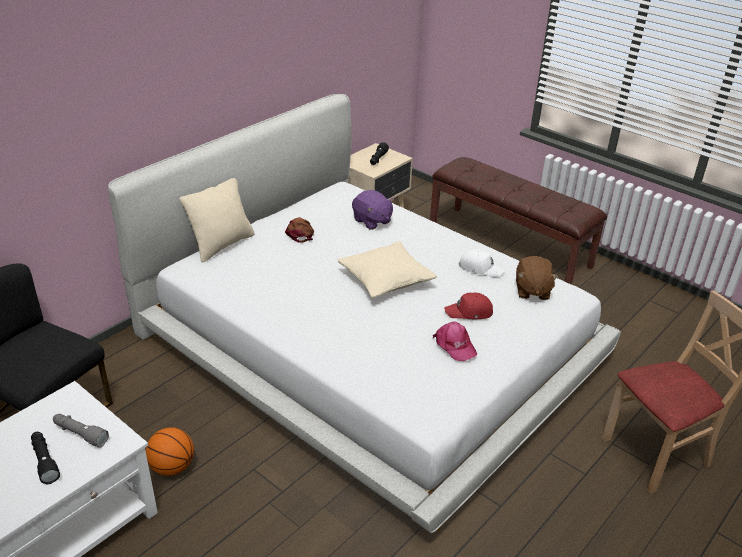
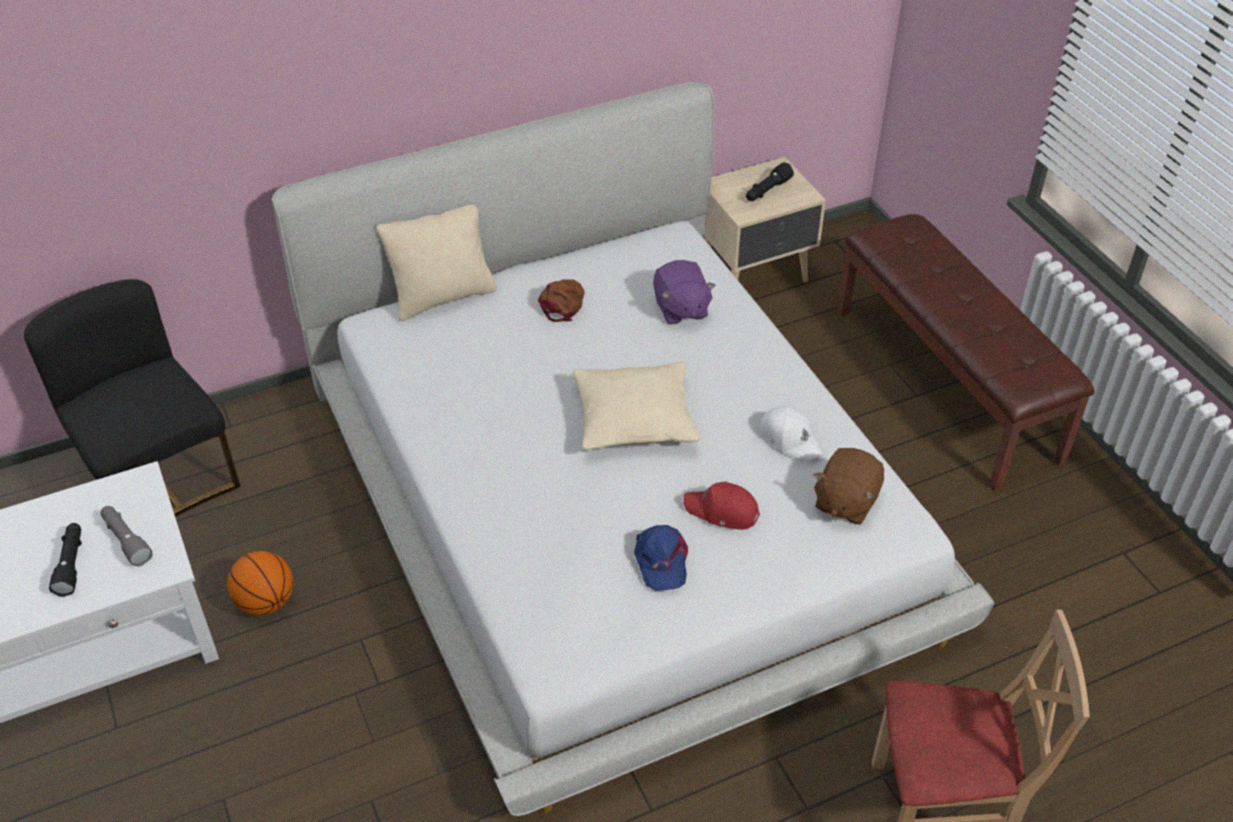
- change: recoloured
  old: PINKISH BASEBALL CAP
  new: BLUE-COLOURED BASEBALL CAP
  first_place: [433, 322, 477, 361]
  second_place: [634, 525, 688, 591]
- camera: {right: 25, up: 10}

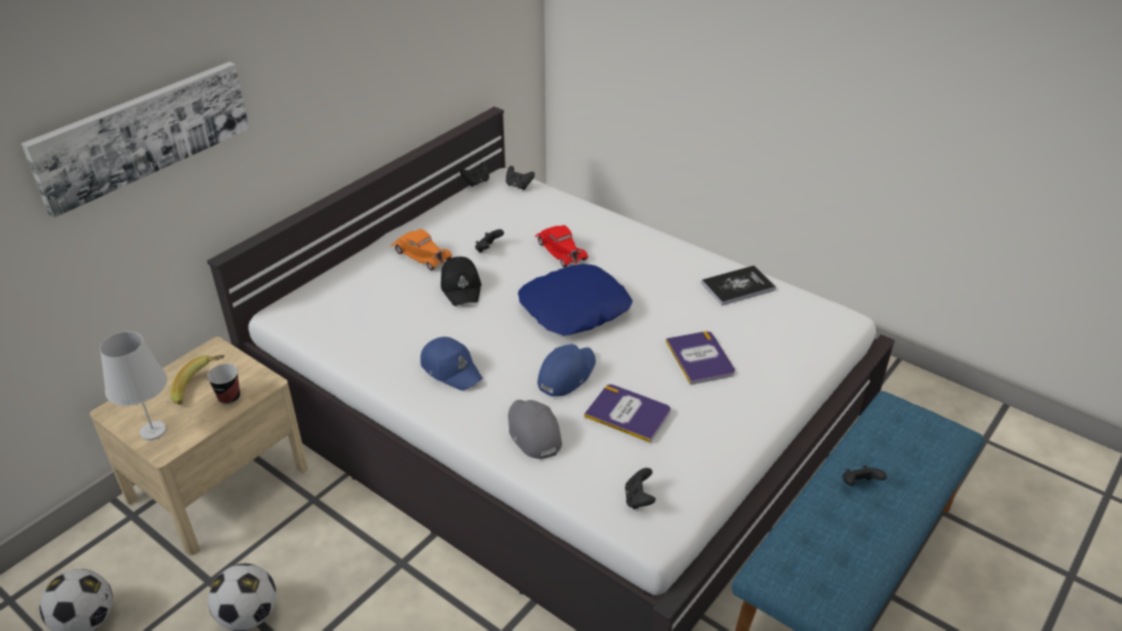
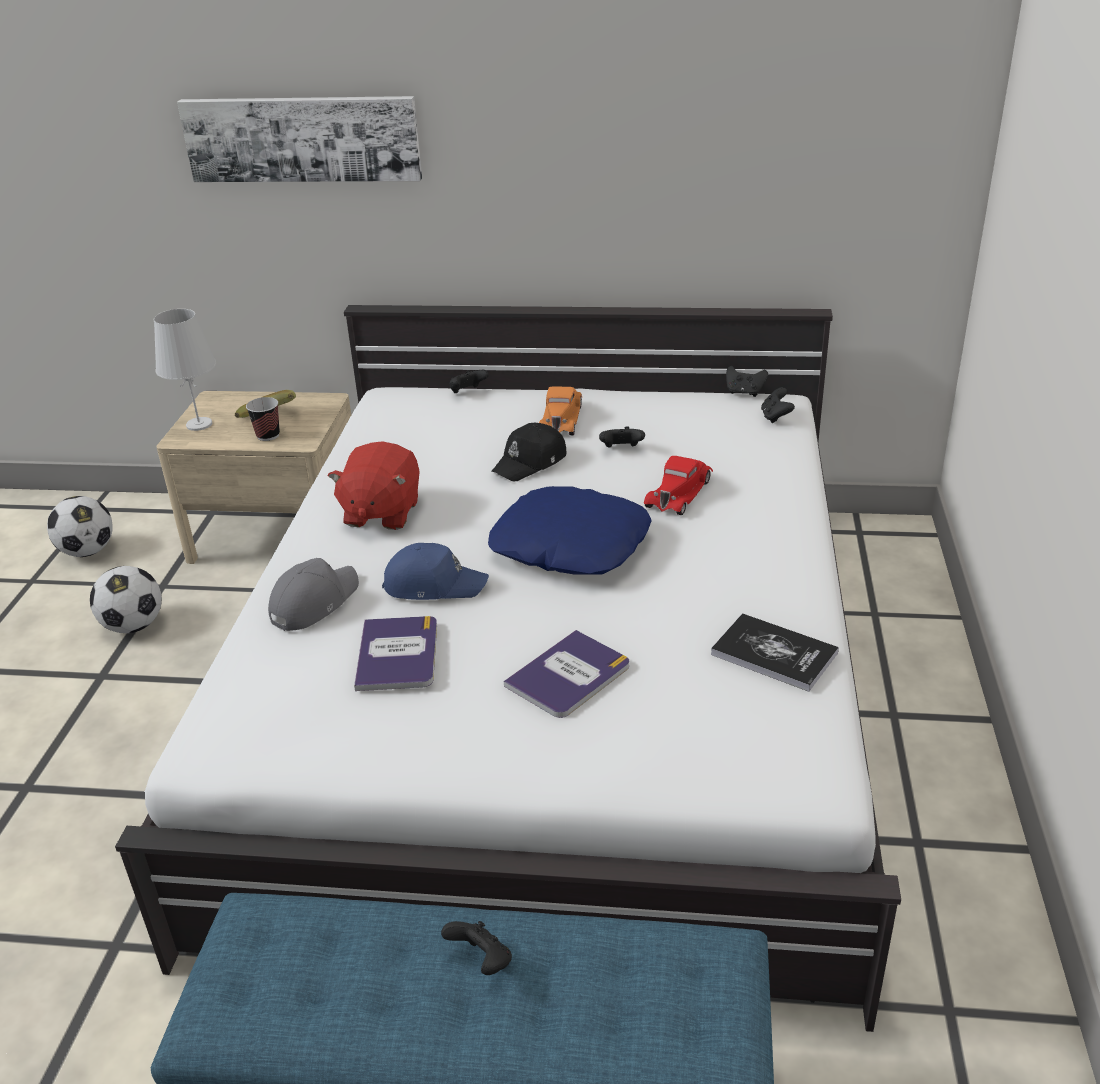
- change: moved
  old: BLACK GAMEPAD
  first_place: [625, 468, 656, 509]
  second_place: [449, 370, 489, 393]
- change: replaced
  old: BLUE-COLOURED BASEBALL CAP
  new: RED CUDDLY TOY
  first_place: [420, 337, 483, 391]
  second_place: [328, 441, 420, 530]
- camera: {right: 60, up: -5}

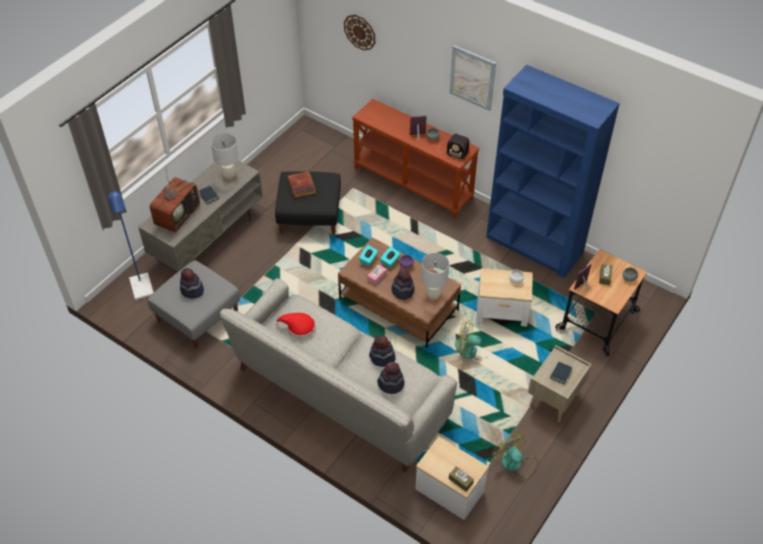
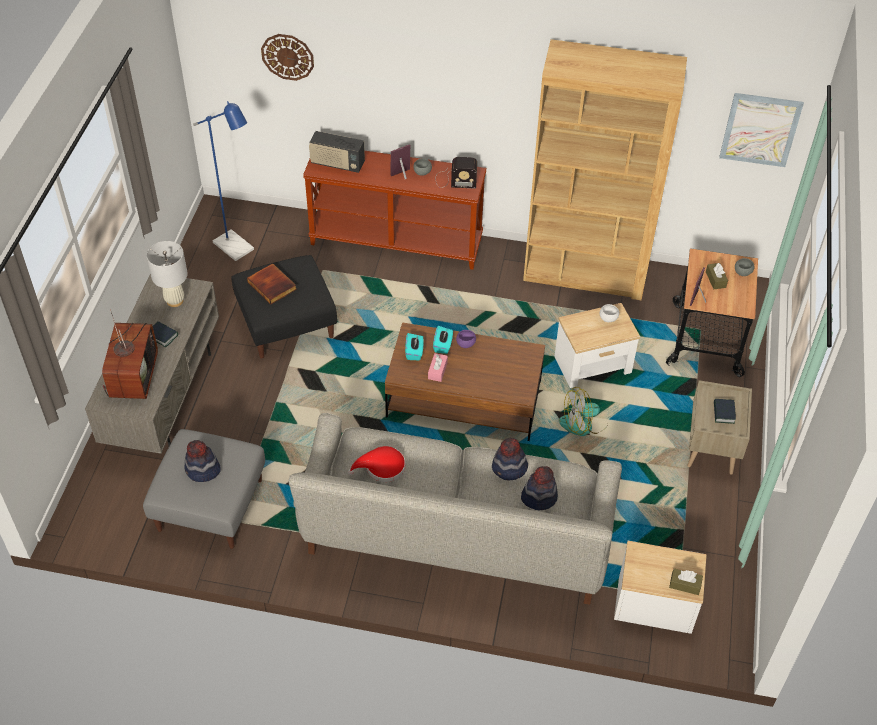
- change: removed
  old: CLOTHING HAT
  first_place: [391, 269, 415, 300]
- change: removed
  old: WHITE LAMP FOR A TABLE
  first_place: [421, 253, 449, 301]
- change: removed
  old: FAN
  first_place: [492, 433, 538, 482]
- change: added
  new: RADIO RECEIVER
  second_place: [309, 131, 365, 173]
- change: moved
  old: BLUE-COLOURED STANDING LAMP
  first_place: [108, 189, 154, 300]
  second_place: [193, 101, 254, 261]
- change: moved
  old: WALL PICTURE
  first_place: [449, 45, 496, 111]
  second_place: [719, 93, 804, 167]
- change: recoloured
  old: BLUE-COLOURED SHELVING UNIT
  new: BROWN SHELVING UNIT
  first_place: [486, 65, 620, 278]
  second_place: [523, 39, 687, 300]
- camera: {right: -25, up: 0}

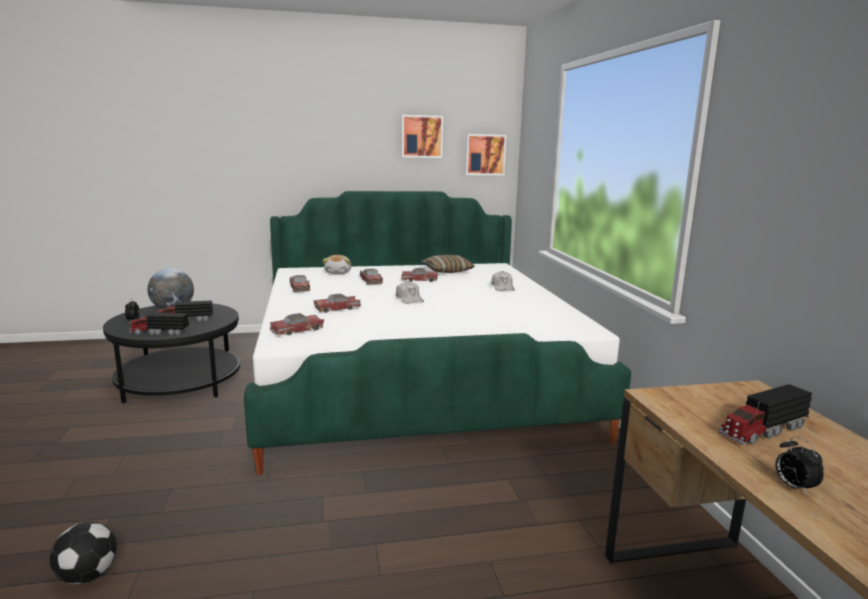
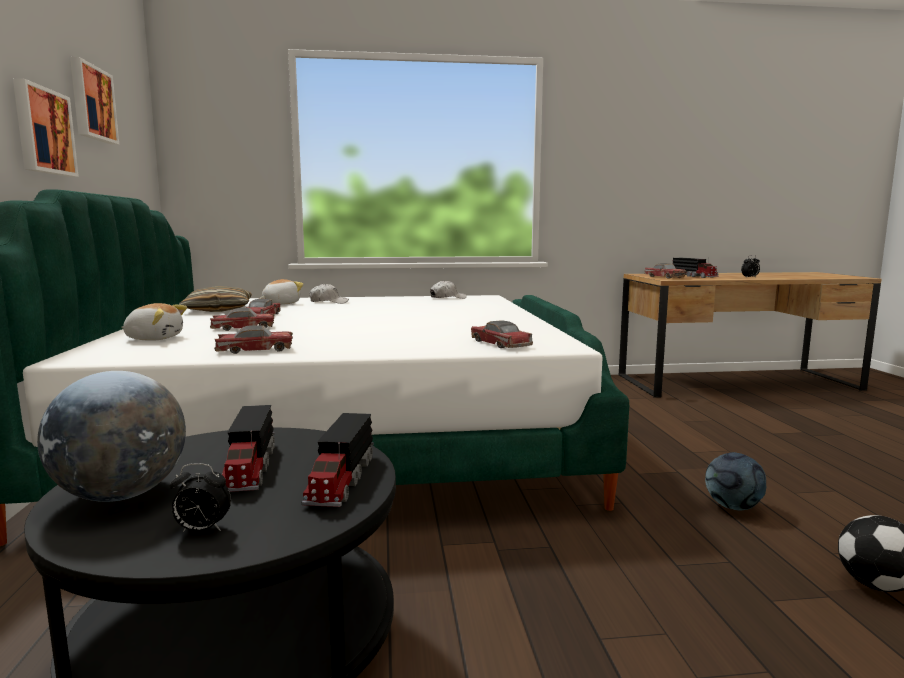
- change: added
  new: CUDDLY TOY
  second_place: [260, 279, 304, 305]
- change: added
  new: BALL FOR FOOTBALL
  second_place: [705, 452, 766, 510]
- change: moved
  old: TOY CAR
  first_place: [313, 294, 361, 313]
  second_place: [644, 263, 686, 279]
- change: moved
  old: WHITE BASEBALL CAP
  first_place: [396, 281, 424, 304]
  second_place: [430, 280, 467, 299]
- change: moved
  old: WALL PICTURE
  first_place: [465, 134, 507, 175]
  second_place: [13, 78, 79, 177]
- camera: {right: -85, up: -5}

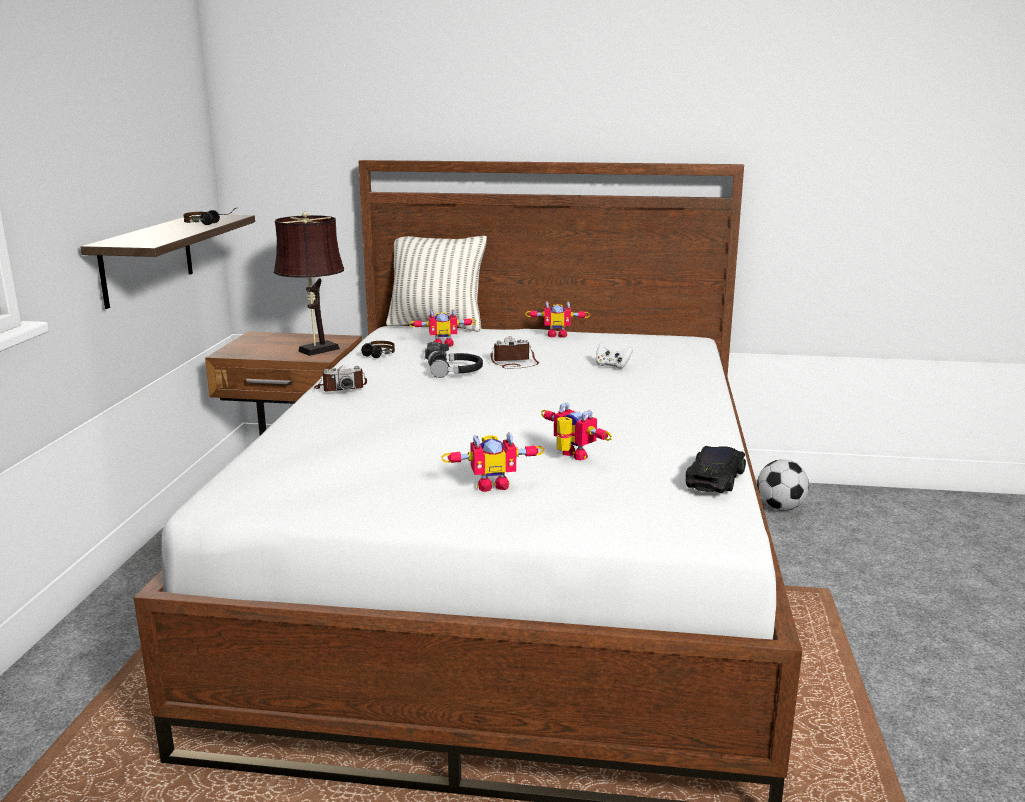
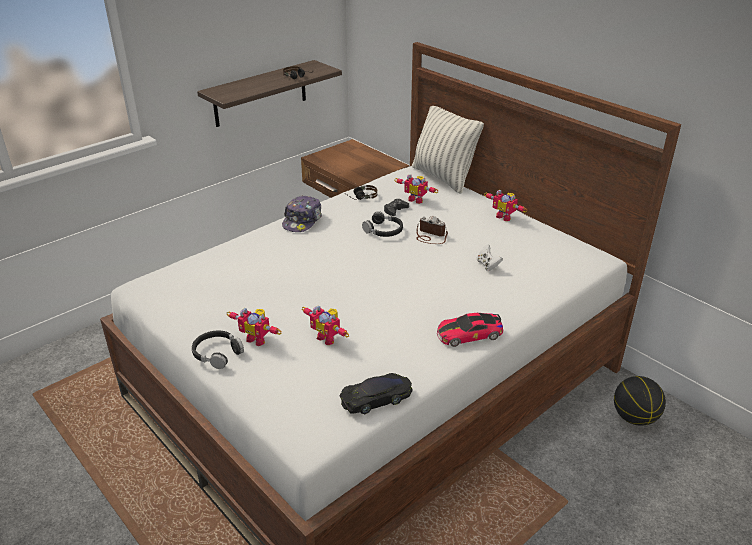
- change: removed
  old: BROWN LAMP FOR A TABLE
  first_place: [274, 212, 344, 356]
- change: added
  new: BLACK PAIR OF HEADPHONES
  second_place: [192, 331, 244, 369]
- change: added
  new: TOY CAR
  second_place: [437, 313, 503, 347]
- change: replaced
  old: PHOTO CAMERA
  new: BASEBALL CAP
  first_place: [314, 365, 367, 392]
  second_place: [282, 195, 322, 232]
- change: replaced
  old: BALL FOR FOOTBALL
  new: BASKETBALL BALL
  first_place: [757, 459, 809, 511]
  second_place: [614, 376, 666, 426]
- change: turned
  old: MODEL ROBOT
  first_place: [541, 402, 612, 460]
  second_place: [302, 305, 349, 345]
  degrees: 135
- camera: {right: 40, up: 15}

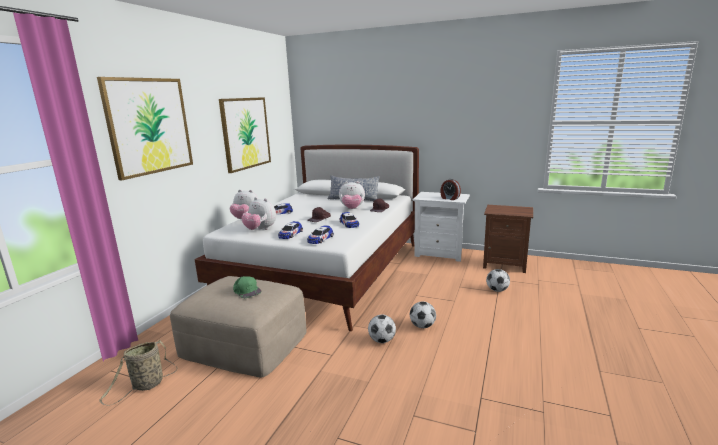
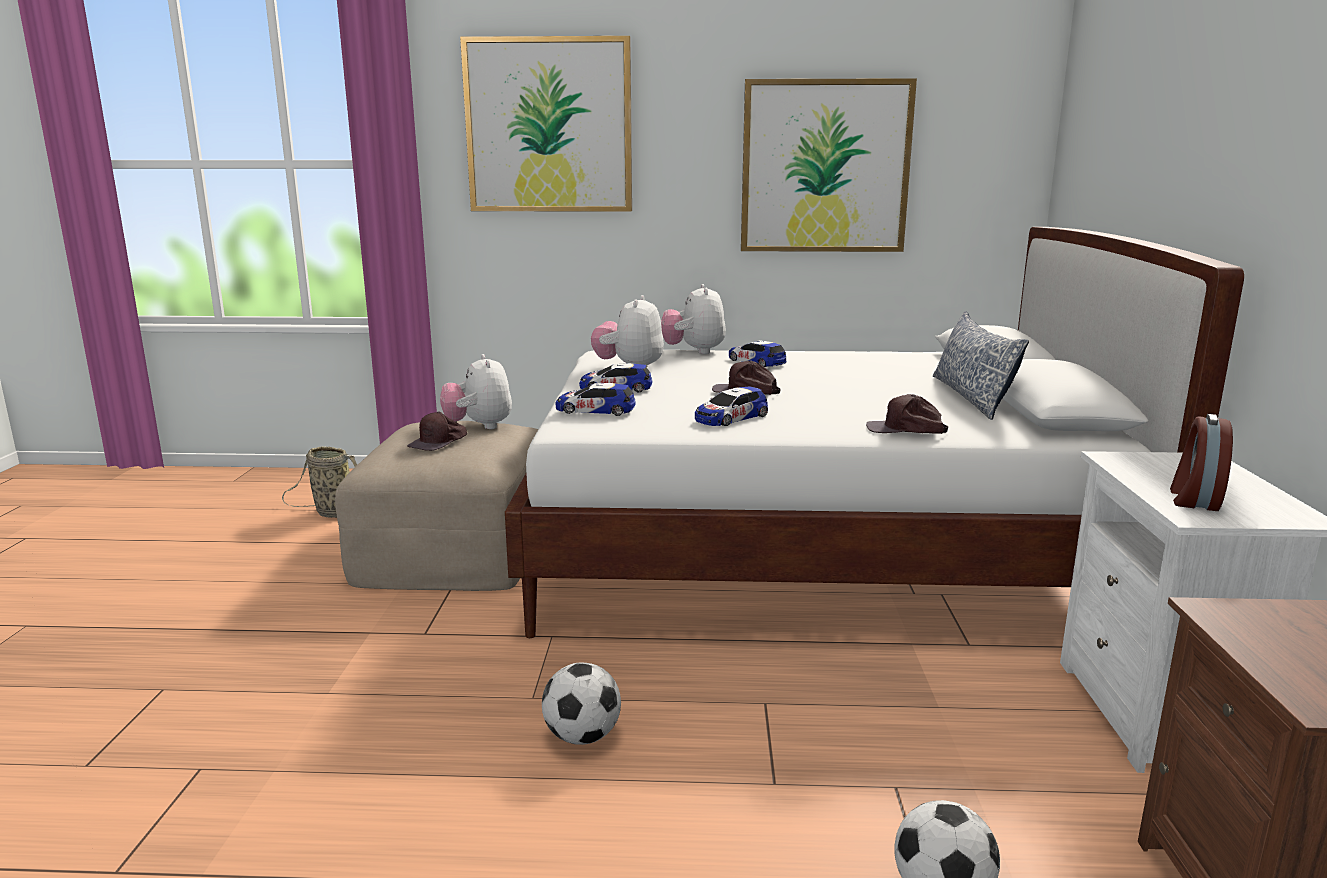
- change: removed
  old: BALL FOR FOOTBALL
  first_place: [368, 315, 396, 343]
- change: moved
  old: CUDDLY TOY
  first_place: [339, 181, 365, 209]
  second_place: [440, 354, 512, 429]
- change: recoloured
  old: GREENISH BASEBALL CAP
  new: BROWN BASEBALL CAP
  first_place: [233, 276, 261, 298]
  second_place: [407, 412, 467, 451]
- camera: {right: 70, up: 0}

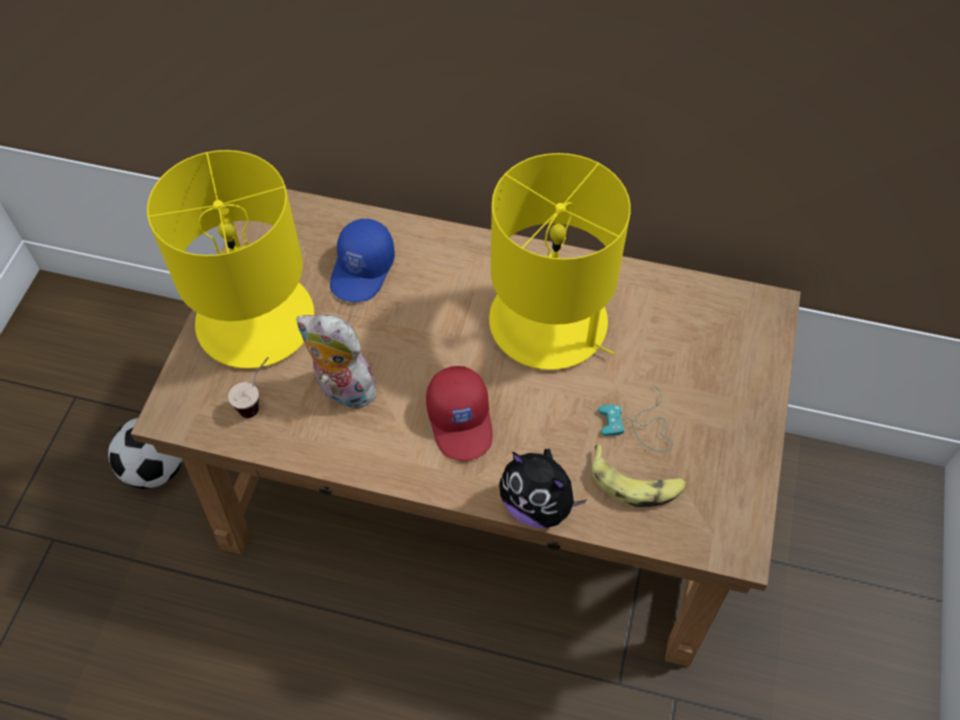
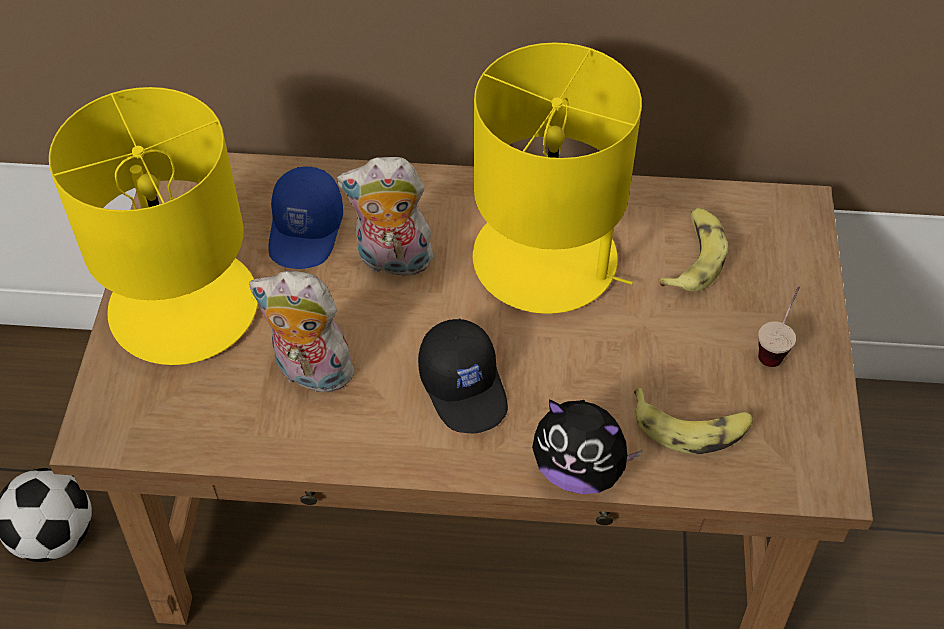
- change: removed
  old: BLUE-GREEN GAMEPAD
  first_place: [598, 385, 673, 451]
- change: added
  new: CUDDLY TOY
  second_place: [337, 157, 439, 277]
- change: added
  new: WHOLE BANANA
  second_place: [658, 208, 728, 292]
- change: moved
  old: CUP
  first_place: [228, 357, 268, 418]
  second_place: [758, 286, 800, 367]
- change: recoloured
  old: RED BASEBALL CAP
  new: BLACK BASEBALL CAP
  first_place: [426, 366, 493, 461]
  second_place: [418, 319, 508, 433]
- camera: {right: -10, up: -5}

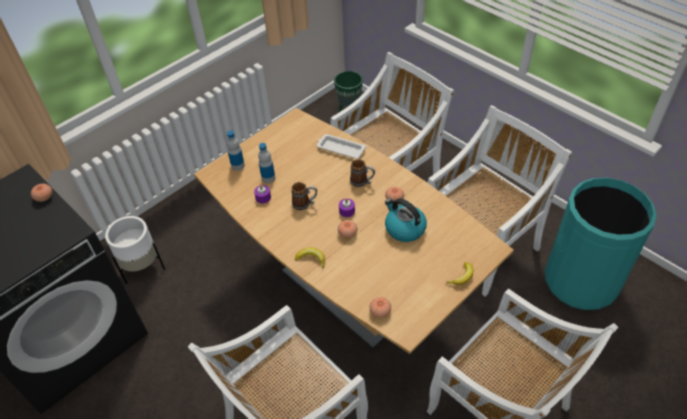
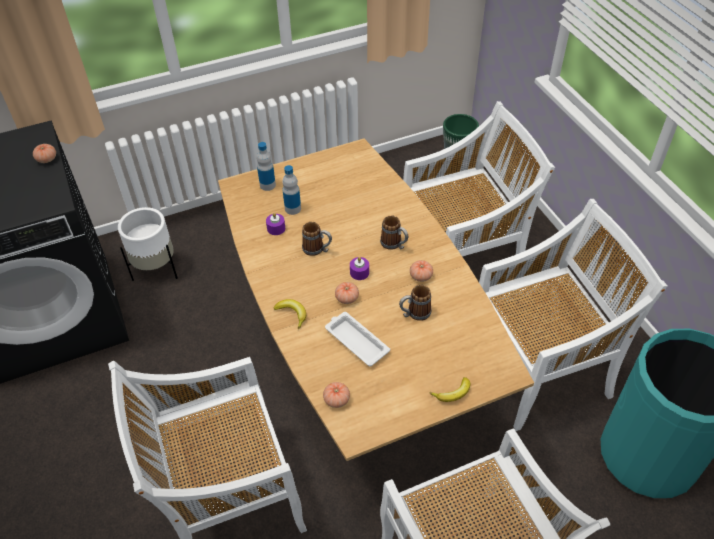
- change: moved
  old: WHITE TRAY
  first_place: [317, 134, 366, 159]
  second_place: [325, 312, 390, 366]
- change: replaced
  old: TEA KETTLE
  new: MUG
  first_place: [385, 199, 427, 242]
  second_place: [399, 285, 431, 321]
- camera: {right: 20, up: 0}

